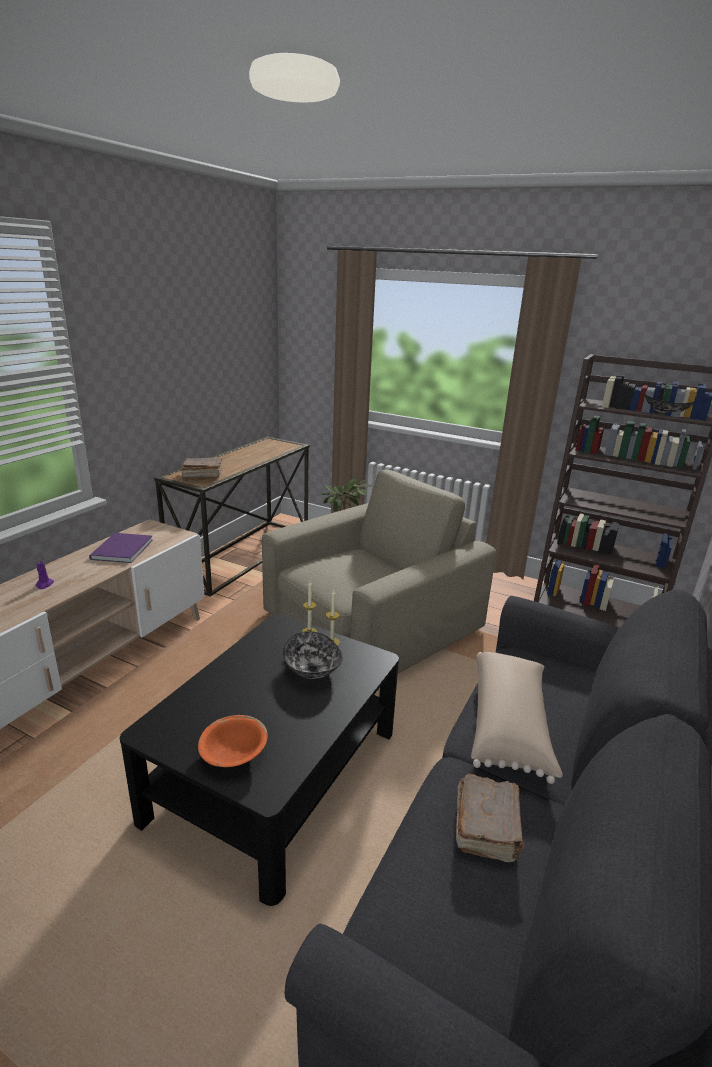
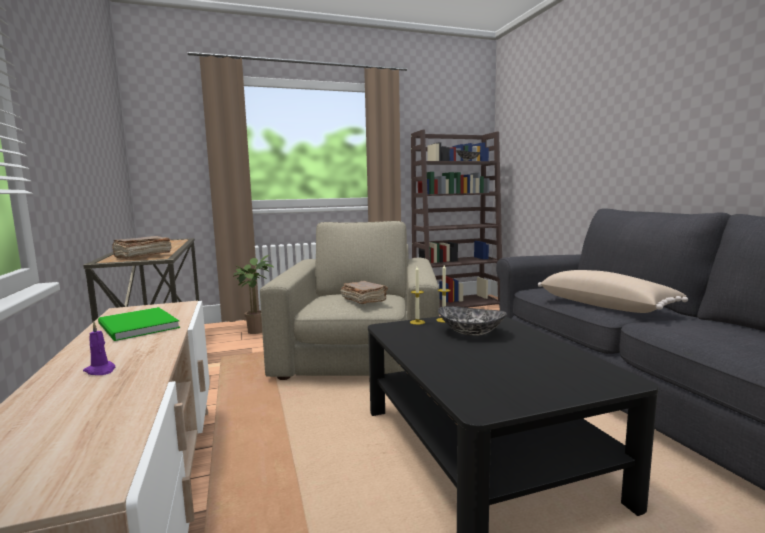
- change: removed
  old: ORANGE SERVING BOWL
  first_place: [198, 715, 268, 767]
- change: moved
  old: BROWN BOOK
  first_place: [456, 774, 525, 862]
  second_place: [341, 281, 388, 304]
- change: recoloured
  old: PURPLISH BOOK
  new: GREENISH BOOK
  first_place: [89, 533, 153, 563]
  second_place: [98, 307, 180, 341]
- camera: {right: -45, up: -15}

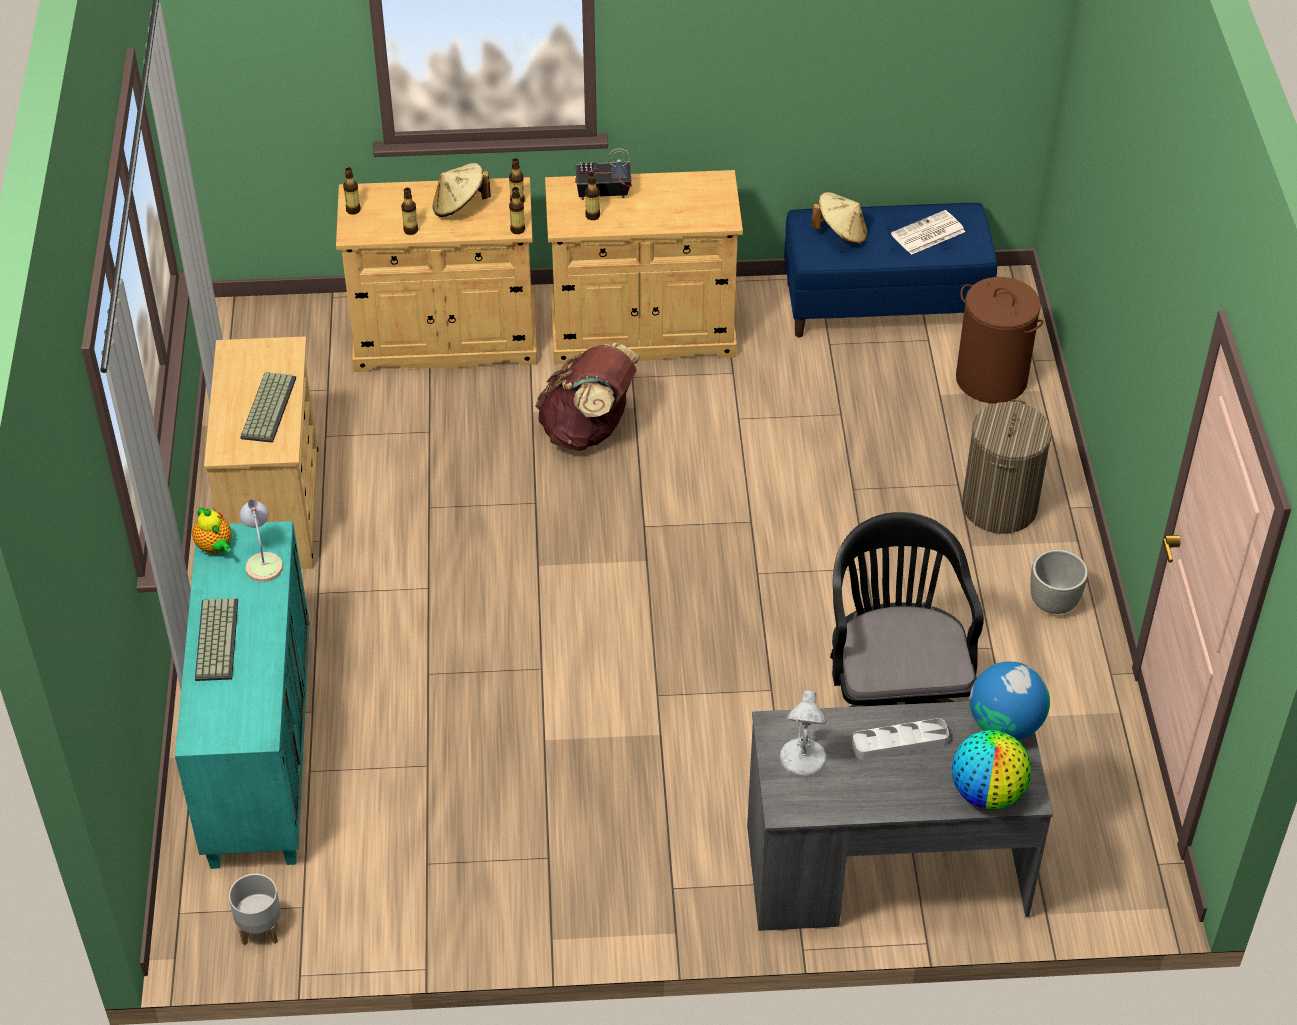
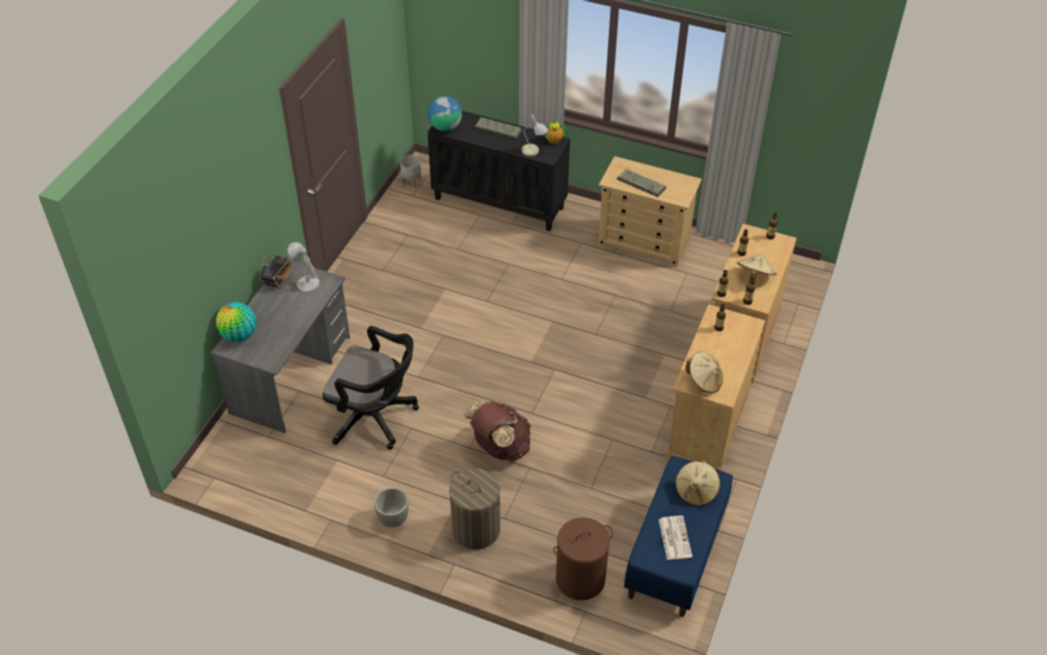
- change: removed
  old: GREY TRAY
  first_place: [852, 718, 949, 760]
- change: added
  new: SAND-COLOURED CLOTHING HAT
  second_place: [686, 352, 723, 393]
- change: moved
  old: BROWN BACKPACK
  first_place: [536, 343, 640, 451]
  second_place: [463, 401, 531, 461]
- change: moved
  old: RADIO RECEIVER
  first_place: [575, 148, 632, 200]
  second_place: [260, 255, 294, 289]
- change: moved
  old: DESK GLOBE
  first_place: [970, 661, 1050, 740]
  second_place: [428, 96, 462, 131]
- change: recoloured
  old: BLUE-GREEN STORAGE CABINET
  new: BLACK STORAGE CABINET
  first_place: [175, 521, 310, 869]
  second_place: [428, 111, 570, 231]
- camera: {right: 115, up: 0}

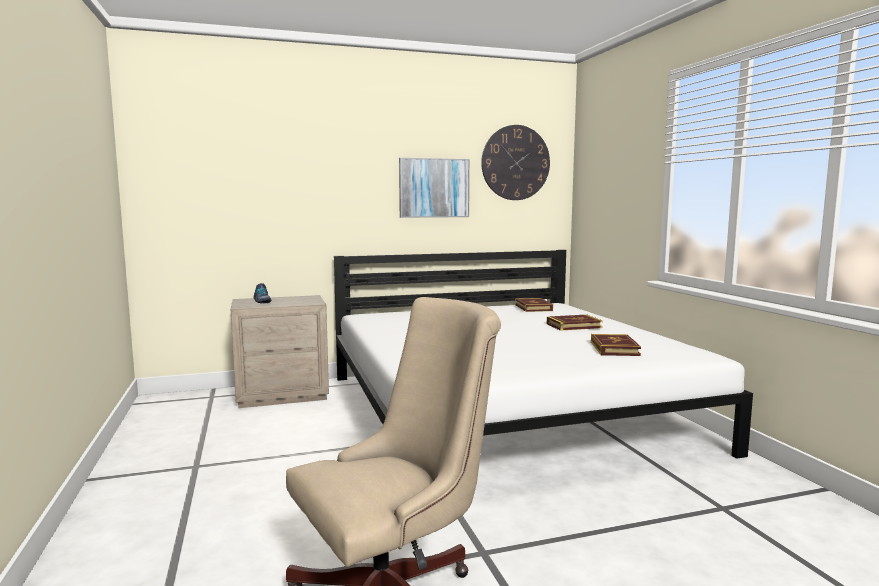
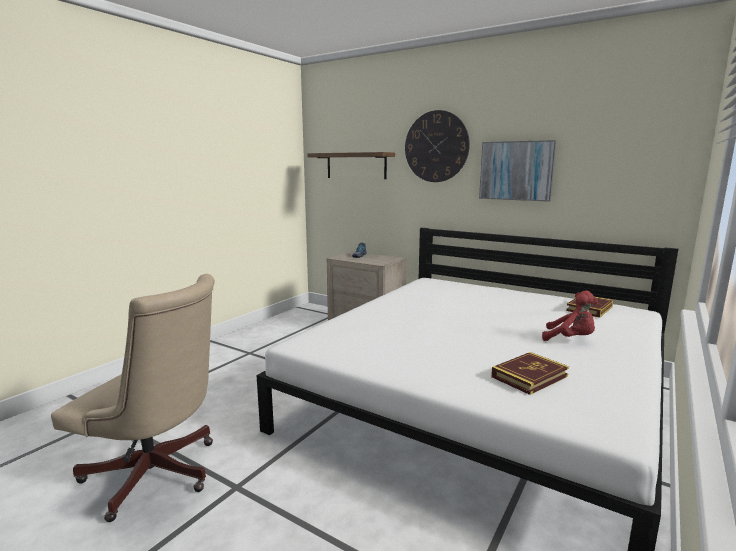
- change: added
  new: WALL SHELF
  second_place: [307, 152, 395, 179]
- change: moved
  old: CLOCK ON THE WALL
  first_place: [481, 125, 550, 200]
  second_place: [405, 110, 470, 182]
- change: replaced
  old: BOOK
  new: RED CUDDLY TOY
  first_place: [547, 315, 603, 331]
  second_place: [542, 290, 598, 341]
- camera: {right: 50, up: 5}

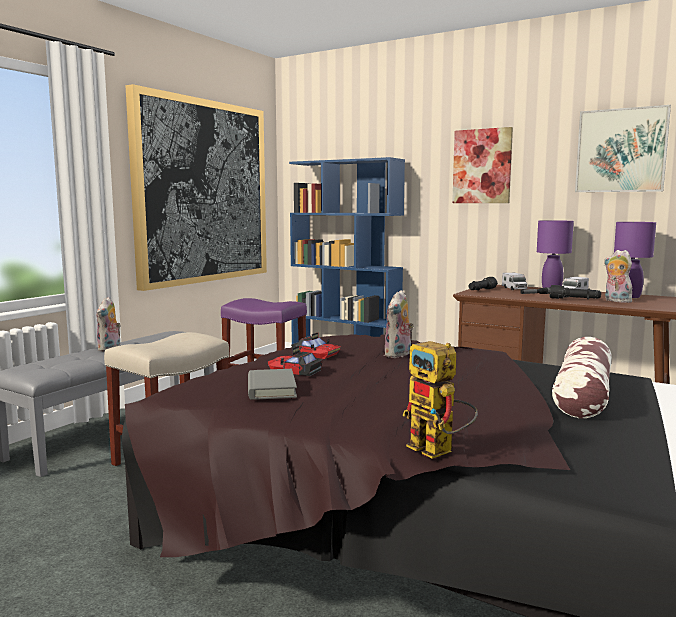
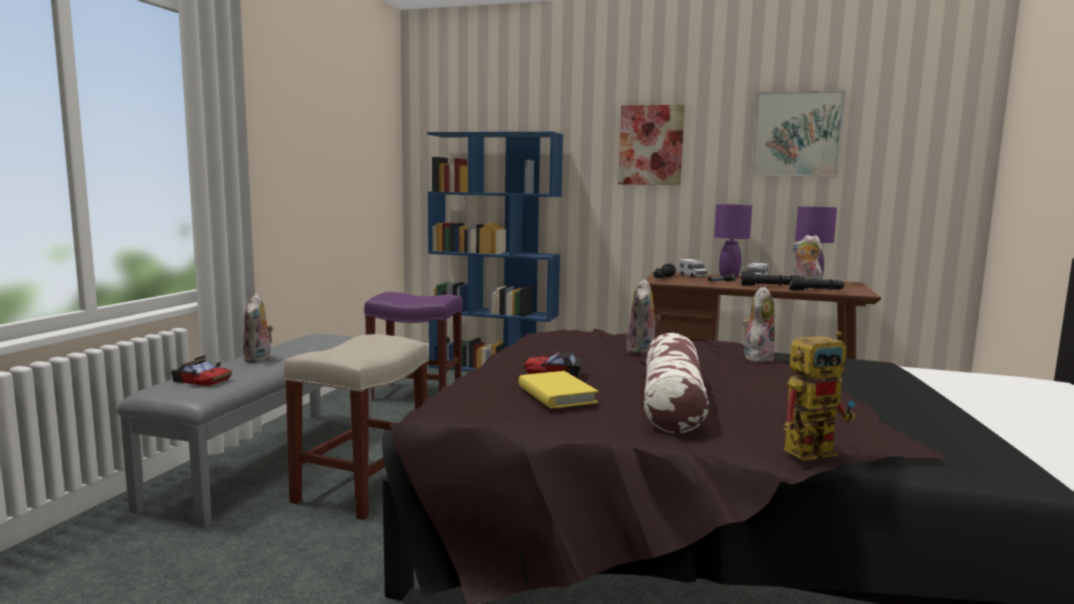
- change: removed
  old: WALL PICTURE
  first_place: [125, 84, 267, 291]
- change: added
  new: CUDDLY TOY
  second_place: [742, 287, 775, 362]
- change: added
  new: BLACK HAND TORCH
  second_place: [789, 275, 844, 290]
- change: moved
  old: TOY CAR
  first_place: [291, 333, 341, 359]
  second_place: [171, 355, 232, 386]
- change: moved
  old: PILLOW
  first_place: [552, 337, 612, 418]
  second_place: [644, 333, 709, 433]
- change: recoloured
  old: GREY BOOK
  new: YELLOW-COLOURED BOOK
  first_place: [248, 369, 297, 400]
  second_place: [518, 371, 599, 409]
- change: turned
  old: MODEL ROBOT
  first_place: [402, 341, 478, 459]
  second_place: [784, 331, 856, 461]
  degrees: -60
- camera: {right: -15, up: 0}

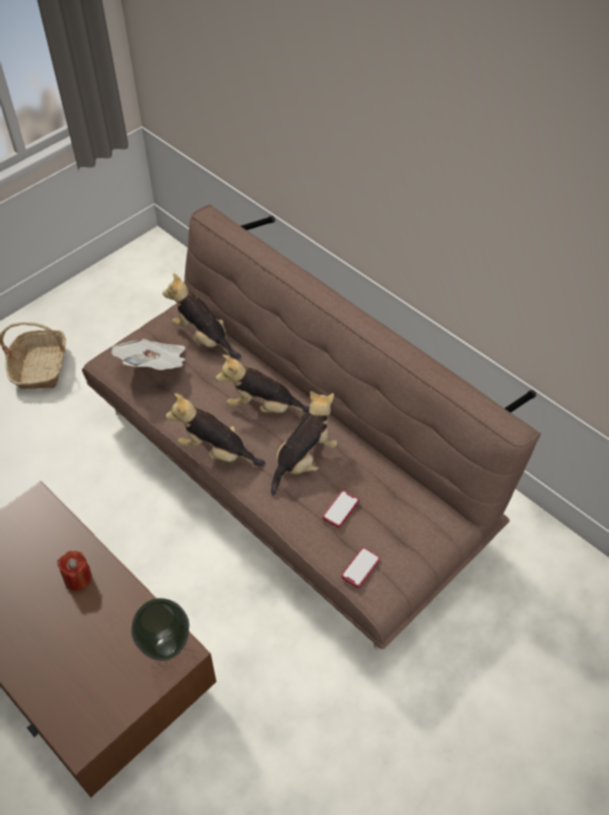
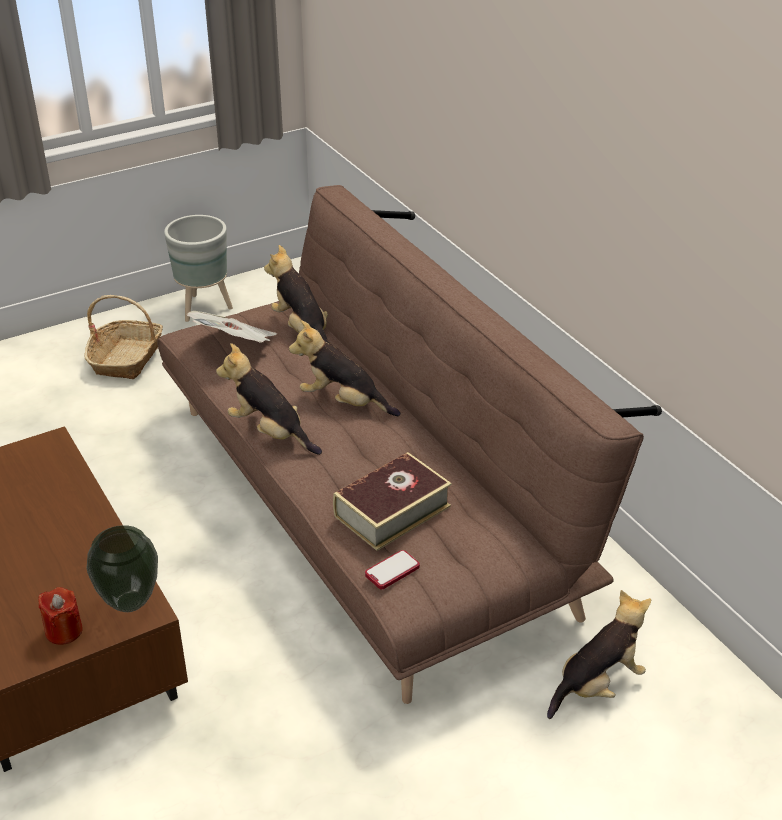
- change: added
  new: GREY FLOWER POT
  second_place: [164, 215, 233, 322]
- change: moved
  old: RED WAX CANDLE
  first_place: [57, 551, 92, 591]
  second_place: [38, 587, 83, 645]
- change: moved
  old: CUDDLY TOY
  first_place: [271, 391, 337, 496]
  second_place: [547, 590, 651, 719]
- change: replaced
  old: TELEPHONE
  new: BOOK
  first_place: [323, 491, 359, 528]
  second_place: [333, 452, 452, 551]
- camera: {right: 15, up: -15}

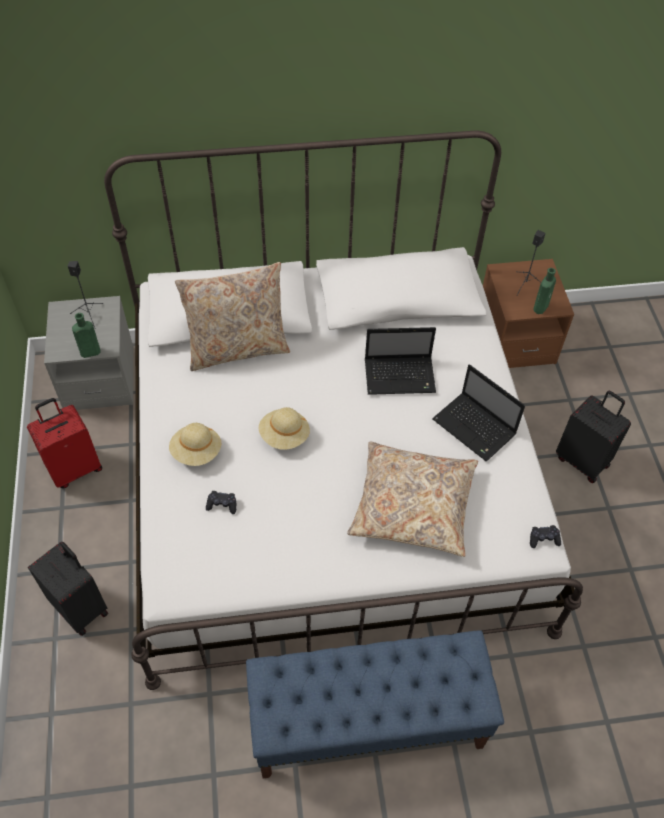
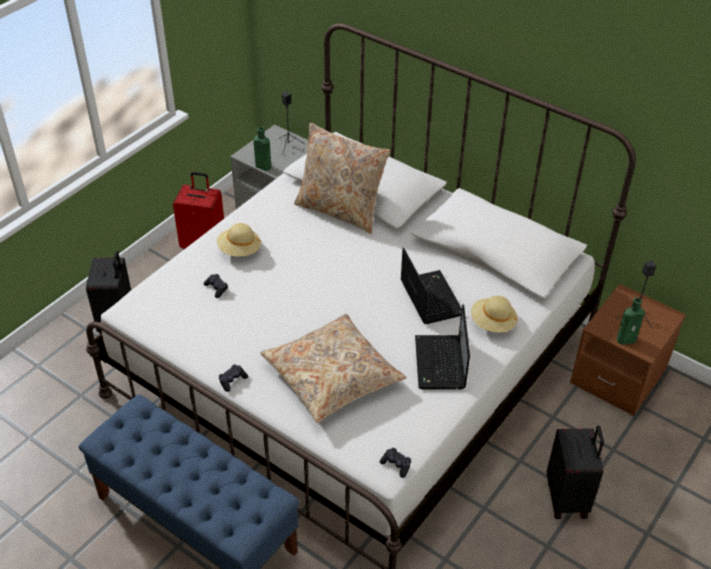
- change: added
  new: BLACK GAMEPAD
  second_place: [219, 365, 248, 392]
- change: moved
  old: SAND-COLOURED CLOTHING HAT
  first_place: [259, 407, 310, 450]
  second_place: [471, 296, 518, 332]
- change: turned
  old: PORTABLE COMPUTER
  first_place: [365, 327, 436, 395]
  second_place: [401, 248, 462, 324]
  degrees: -150
- camera: {right: 45, up: -10}

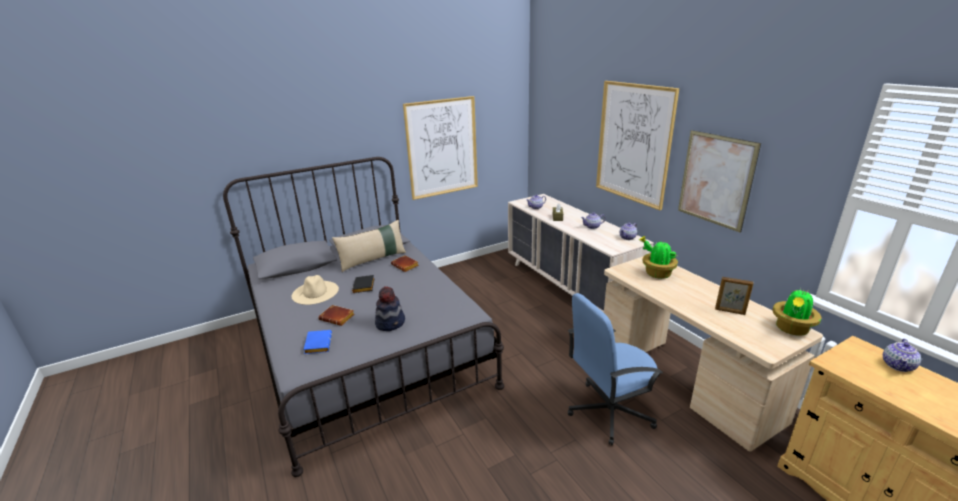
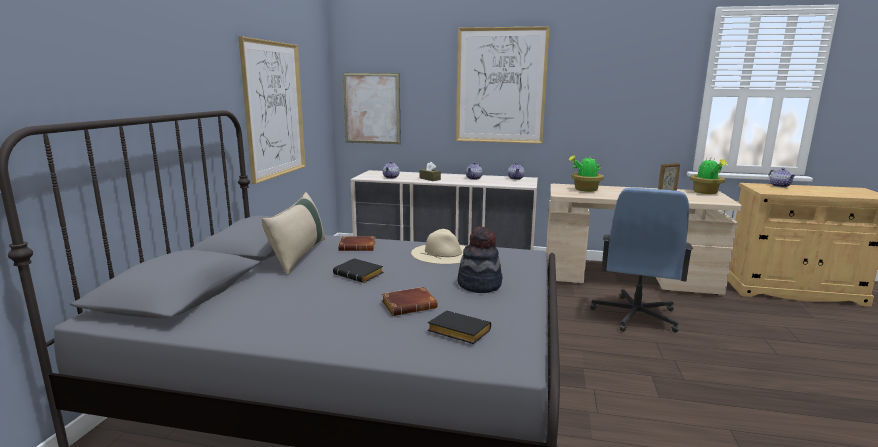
- change: moved
  old: SAND-COLOURED CLOTHING HAT
  first_place: [291, 275, 339, 305]
  second_place: [411, 229, 466, 264]
- change: moved
  old: WALL PICTURE
  first_place: [678, 130, 761, 233]
  second_place: [343, 73, 401, 144]
- change: recoloured
  old: BLUE-COLOURED BOOK
  new: BLACK BOOK
  first_place: [304, 330, 332, 354]
  second_place: [428, 311, 491, 344]
- camera: {right: -50, up: -10}

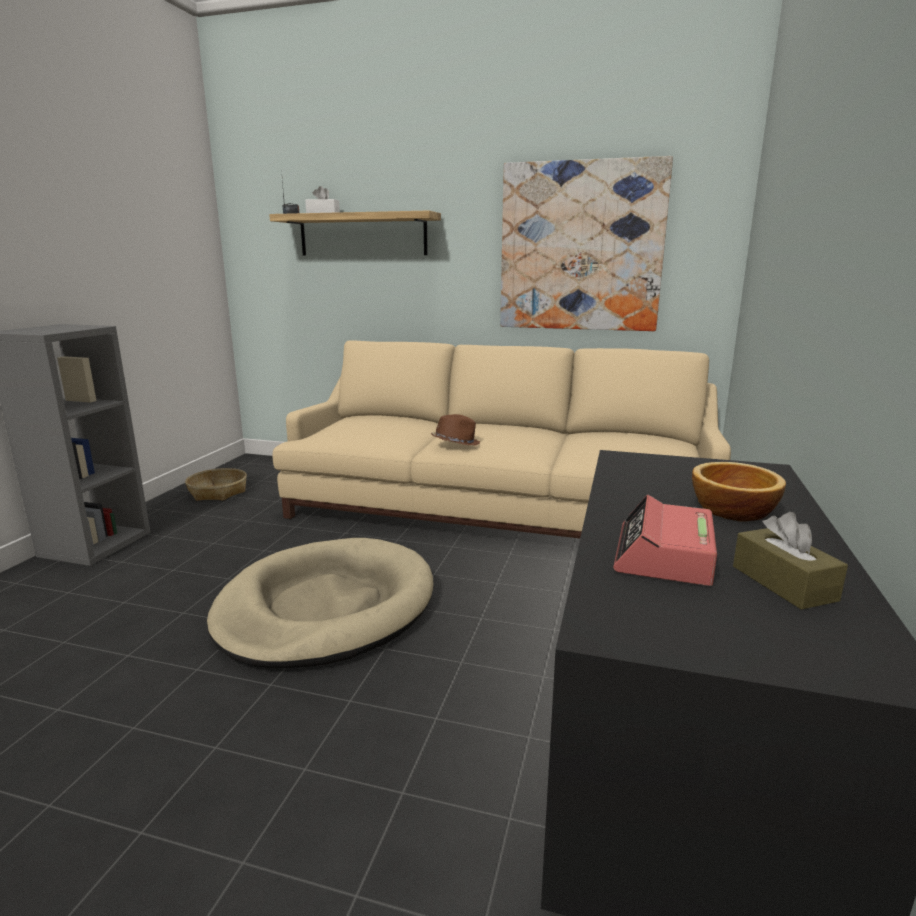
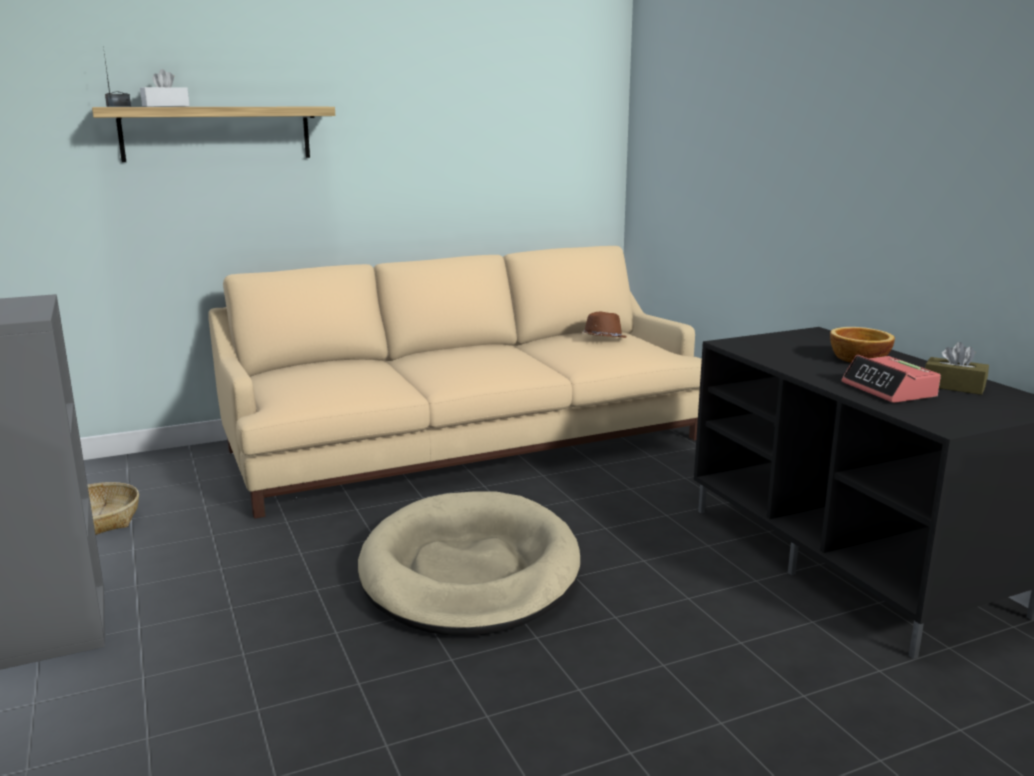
- change: removed
  old: WALL PICTURE
  first_place: [500, 156, 673, 331]
- change: moved
  old: BROWN CLOTHING HAT
  first_place: [431, 414, 480, 446]
  second_place: [581, 312, 627, 338]
- camera: {right: -40, up: 0}

